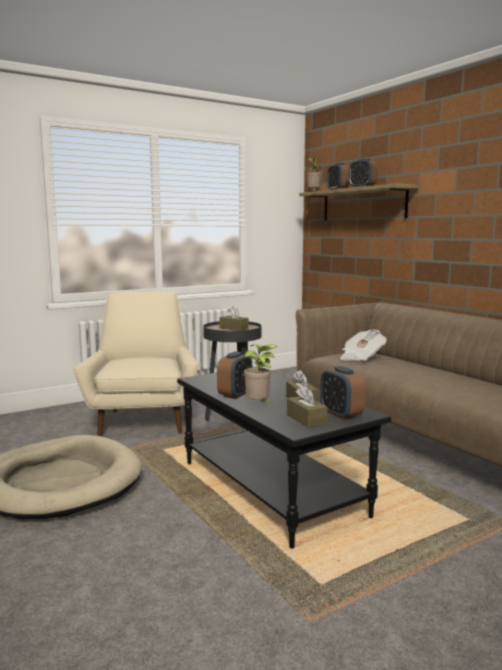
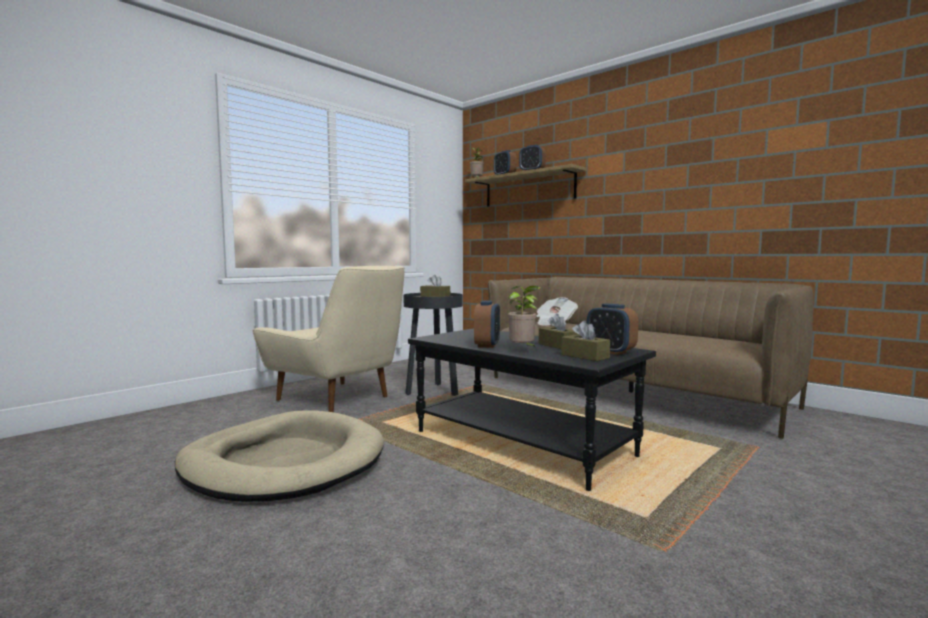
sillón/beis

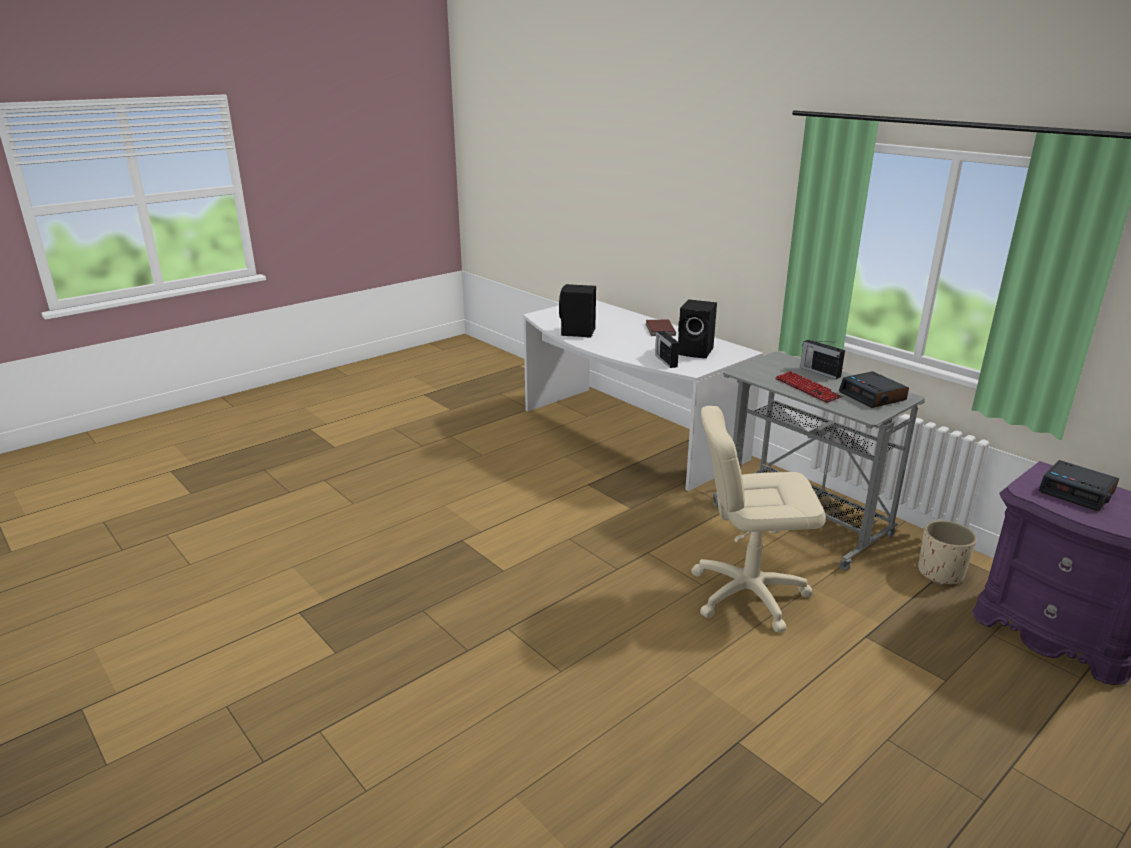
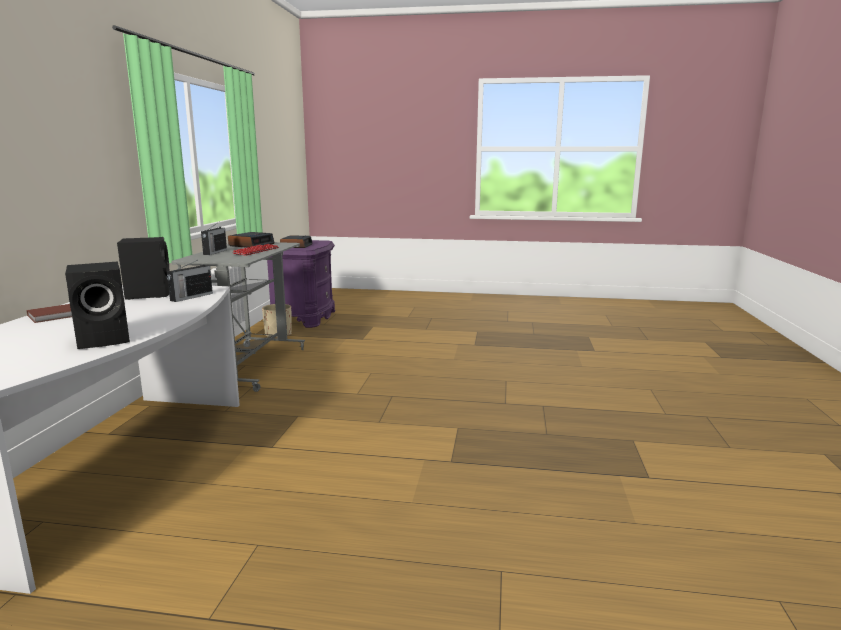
silla de oficina/beis

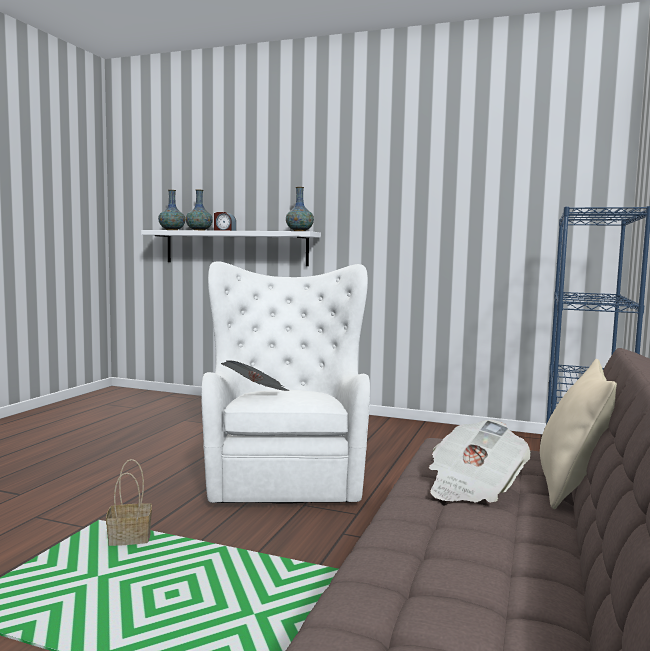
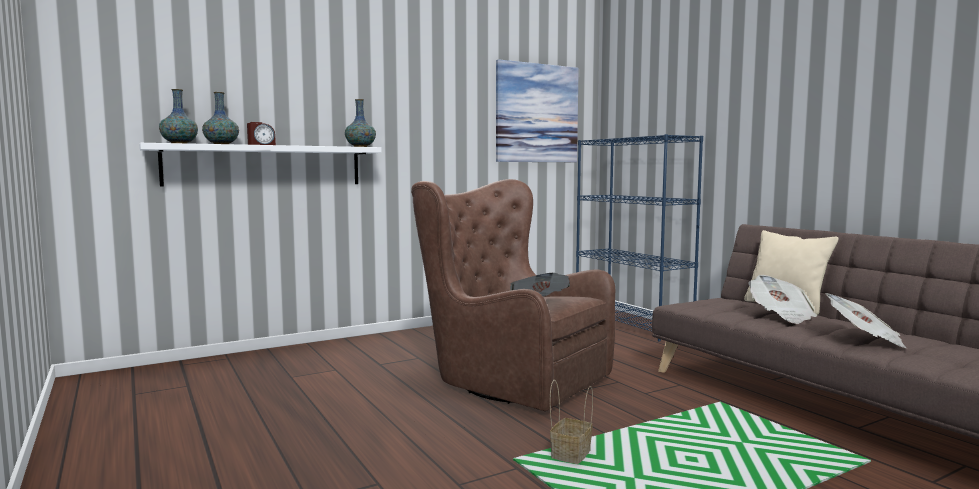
sillón/marrón; cuadro; periódico (3rd from left)

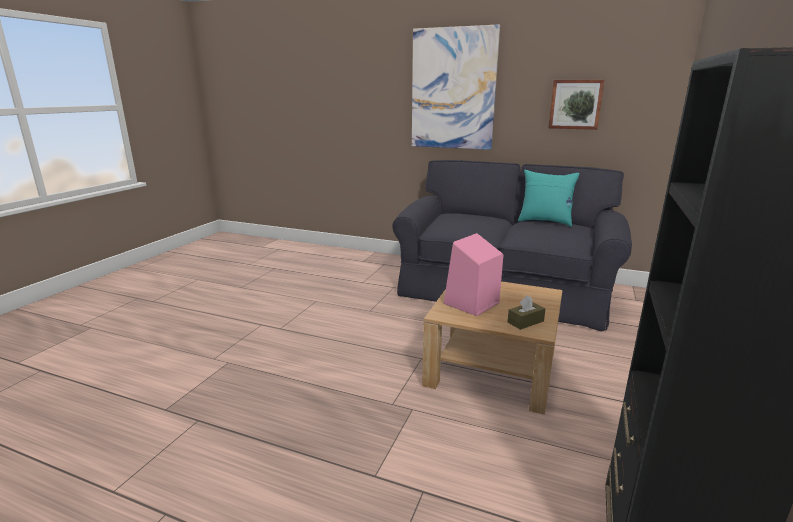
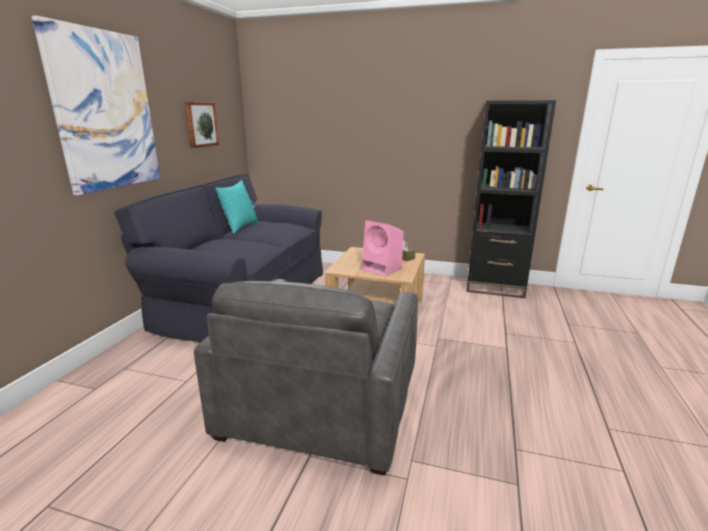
sillón/gris

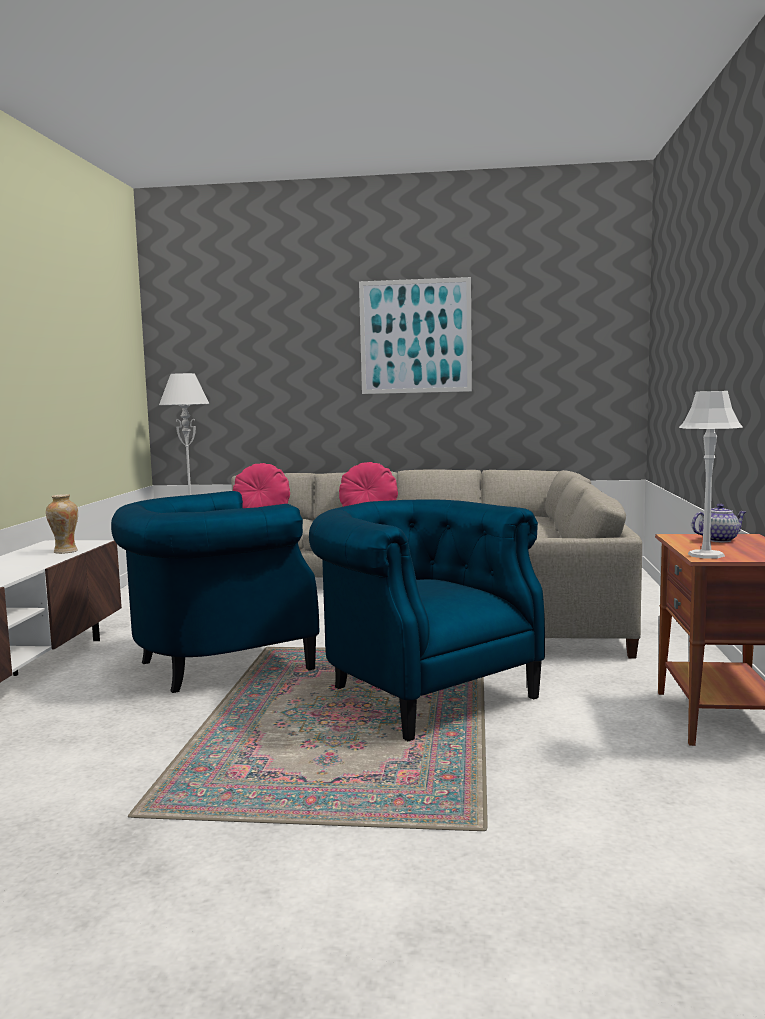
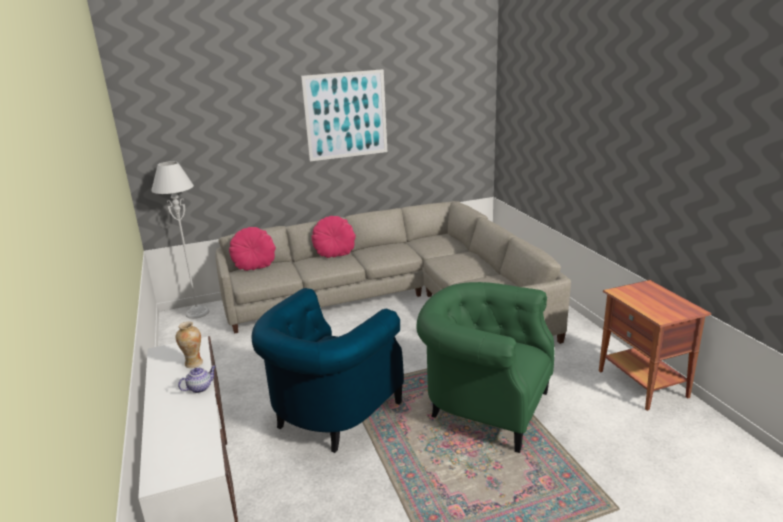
sillón/verde; lámpara de mesa/blanco; tetera

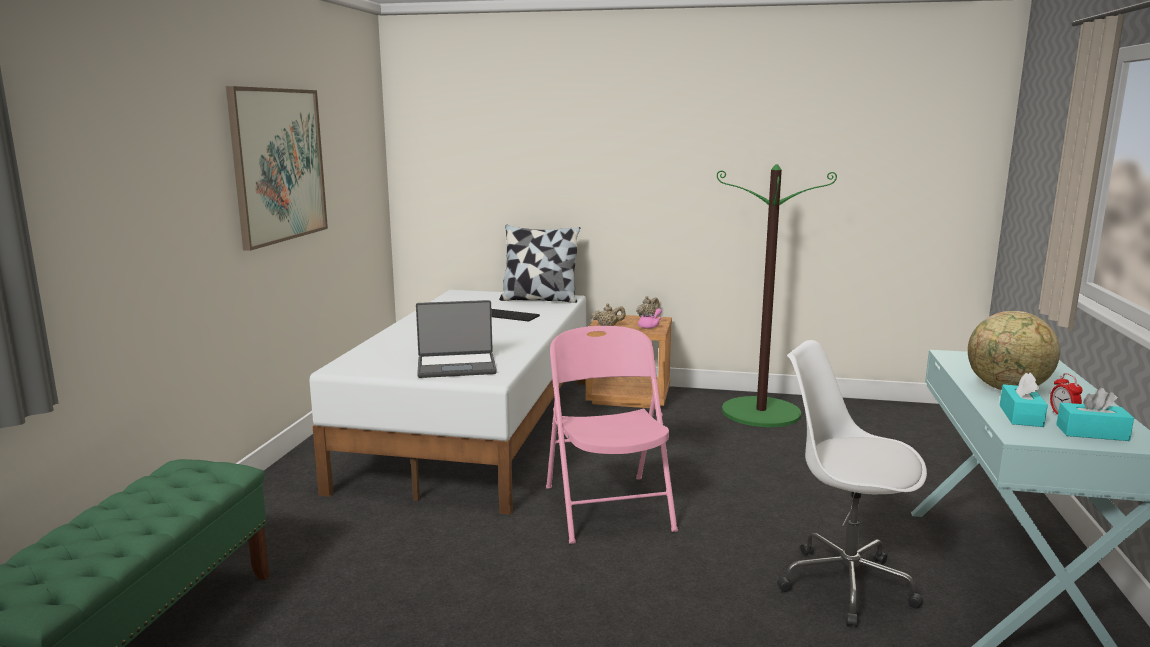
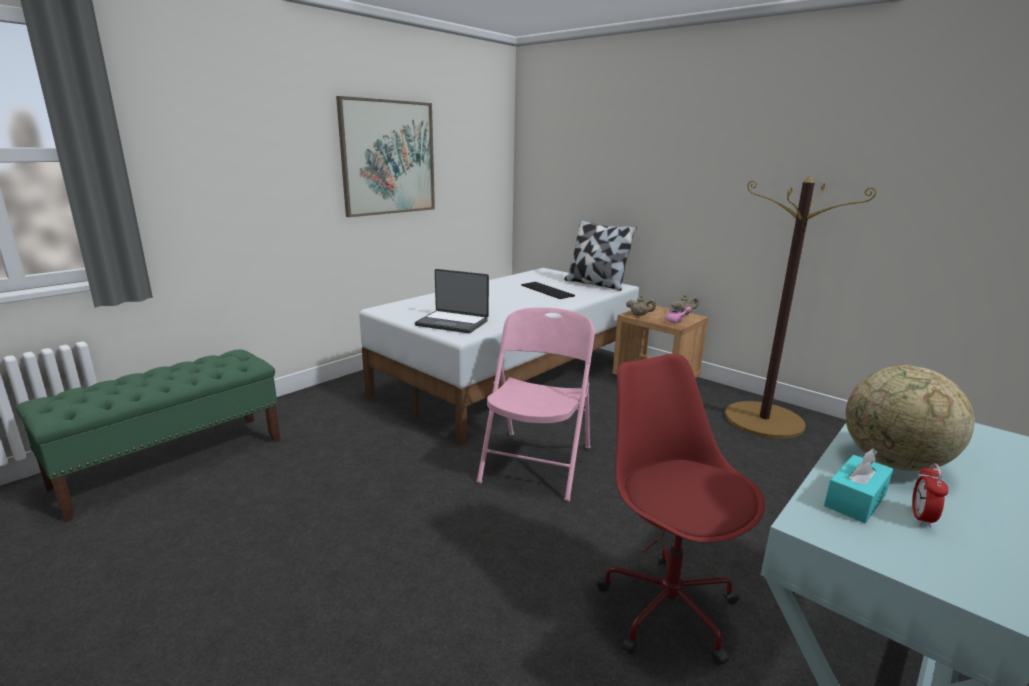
perchero/marrón; silla de oficina/rojo; caja de pañuelos/turquesa (2nd from left in the first image)

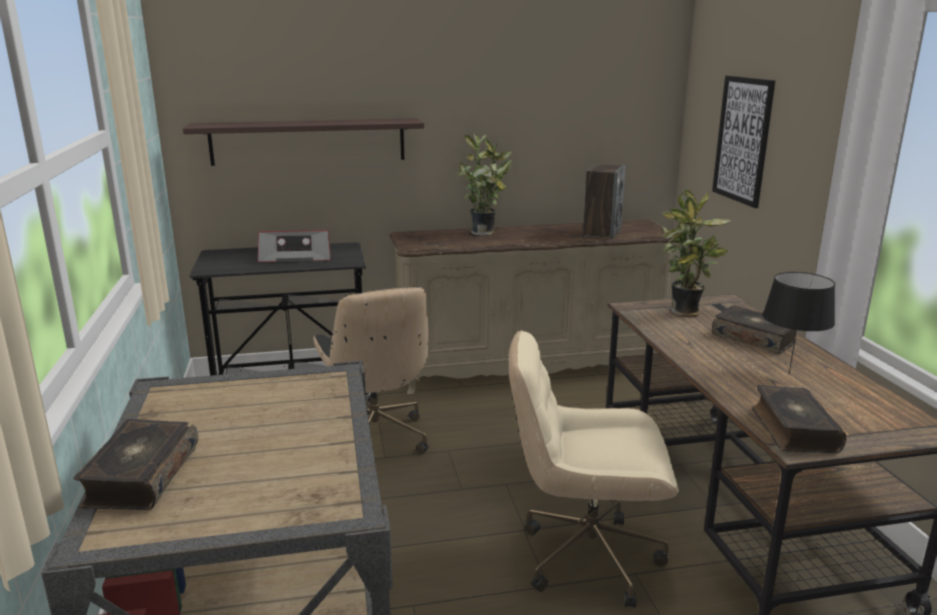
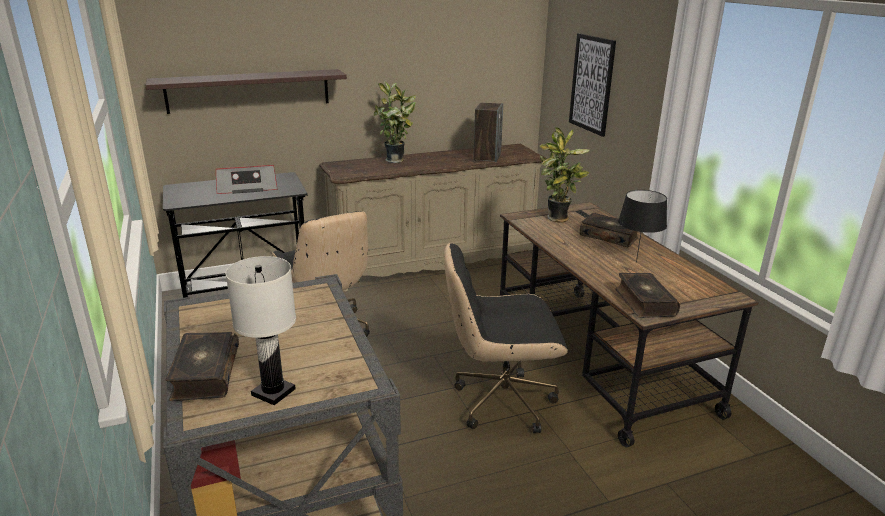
silla de oficina/negro (2nd from left); lámpara de mesa/blanco

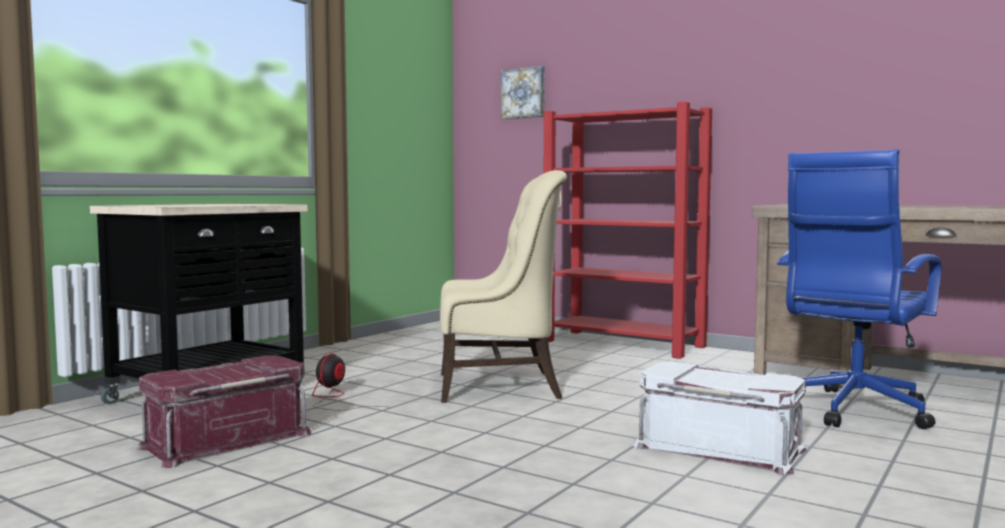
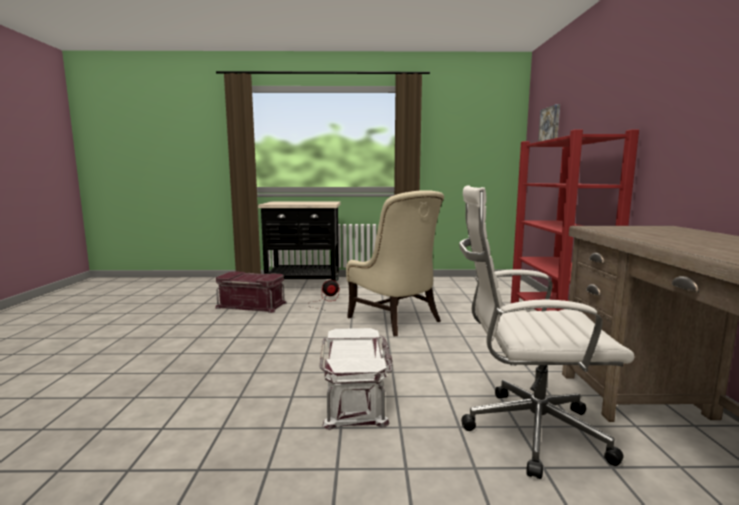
silla de oficina/blanco

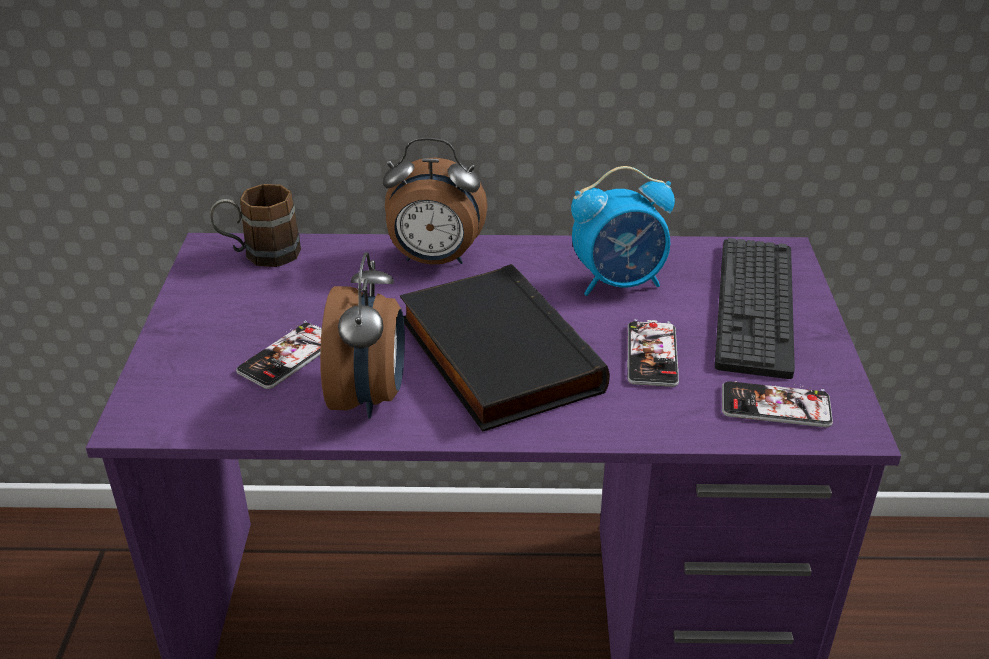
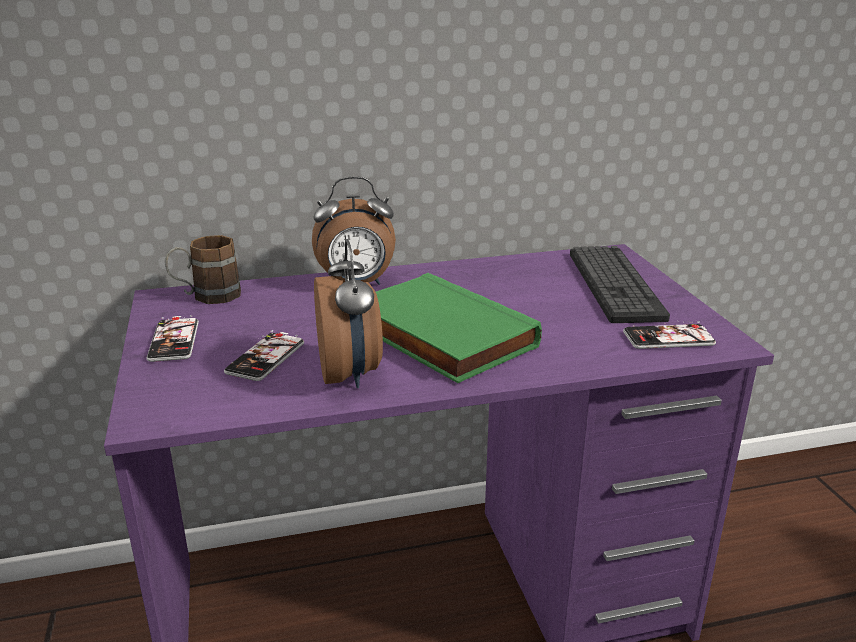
libro/verde; despertador (3rd from left in the first image); móvil (1st from left)

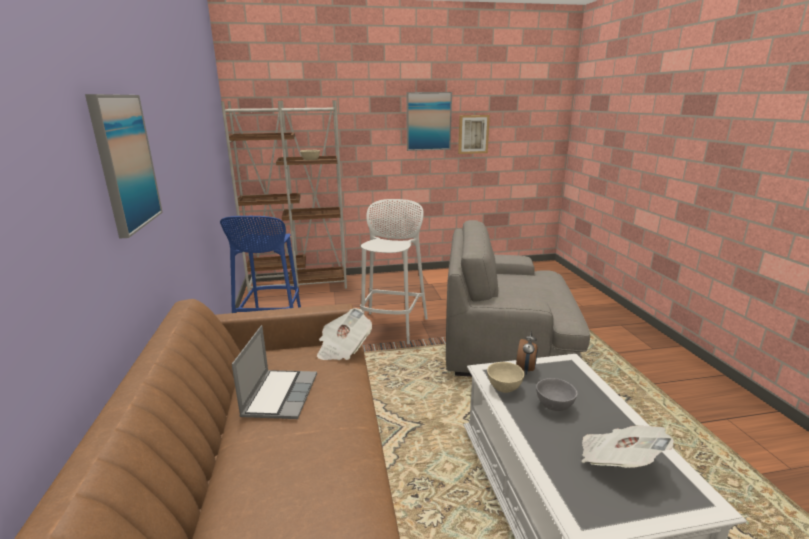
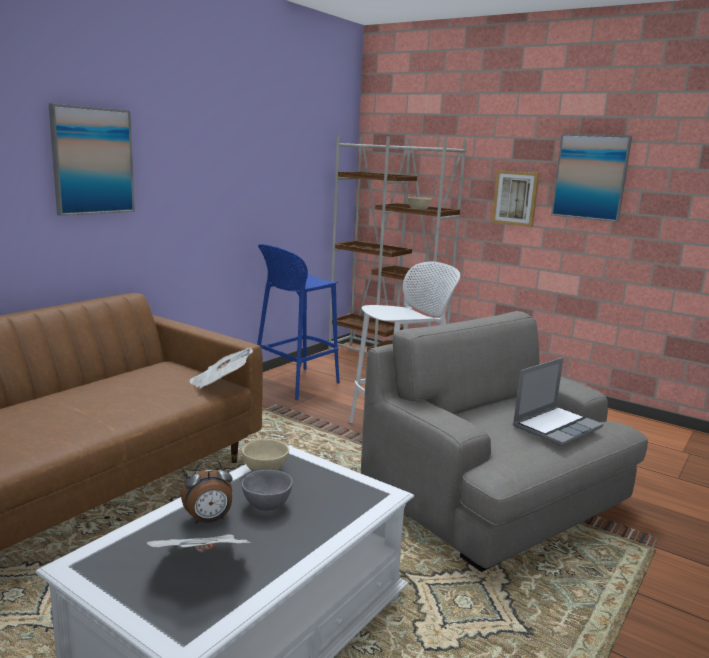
portátil; cuadro (2nd from left); despertador

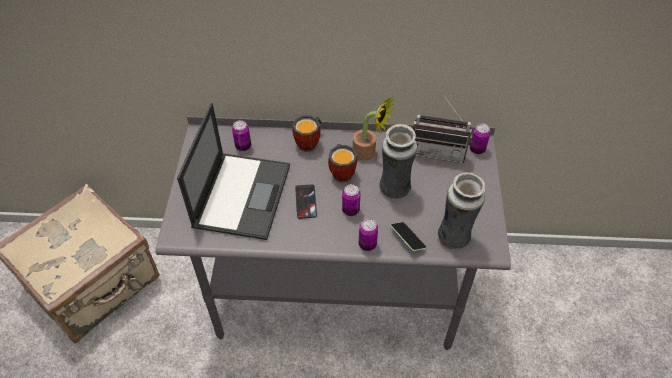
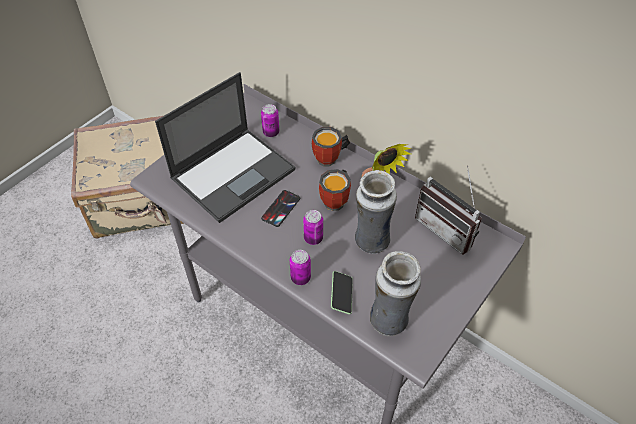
lata (4th from left in the first image)

